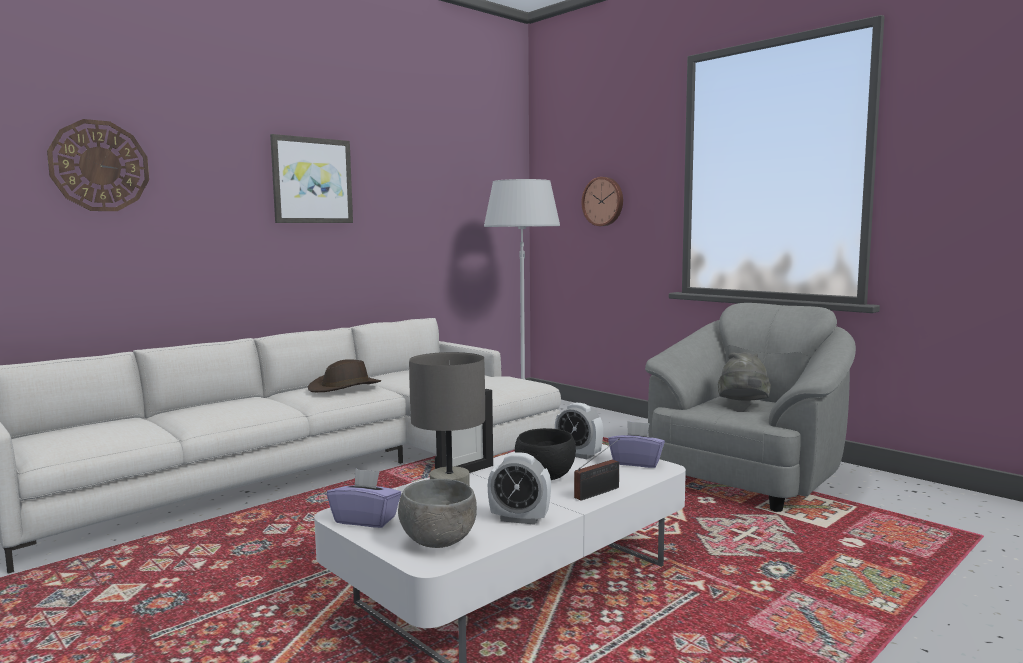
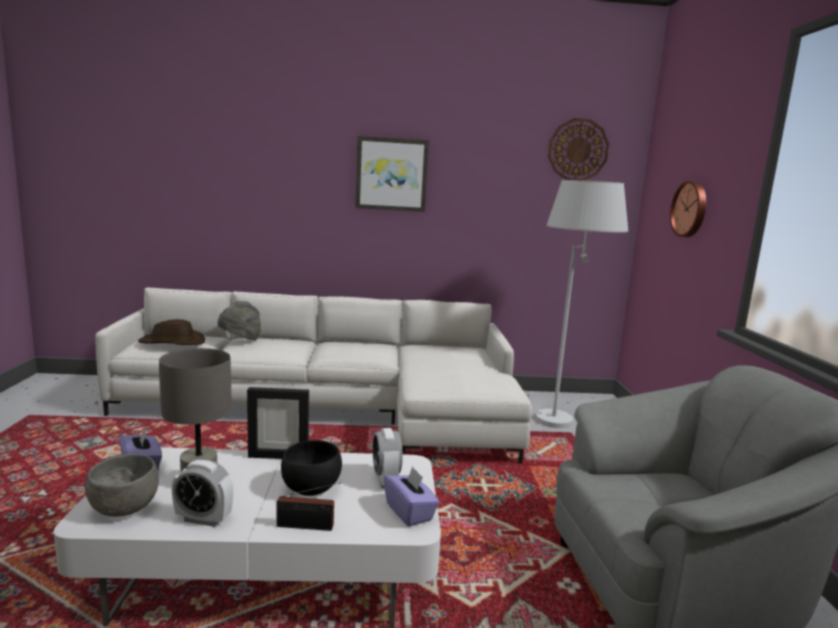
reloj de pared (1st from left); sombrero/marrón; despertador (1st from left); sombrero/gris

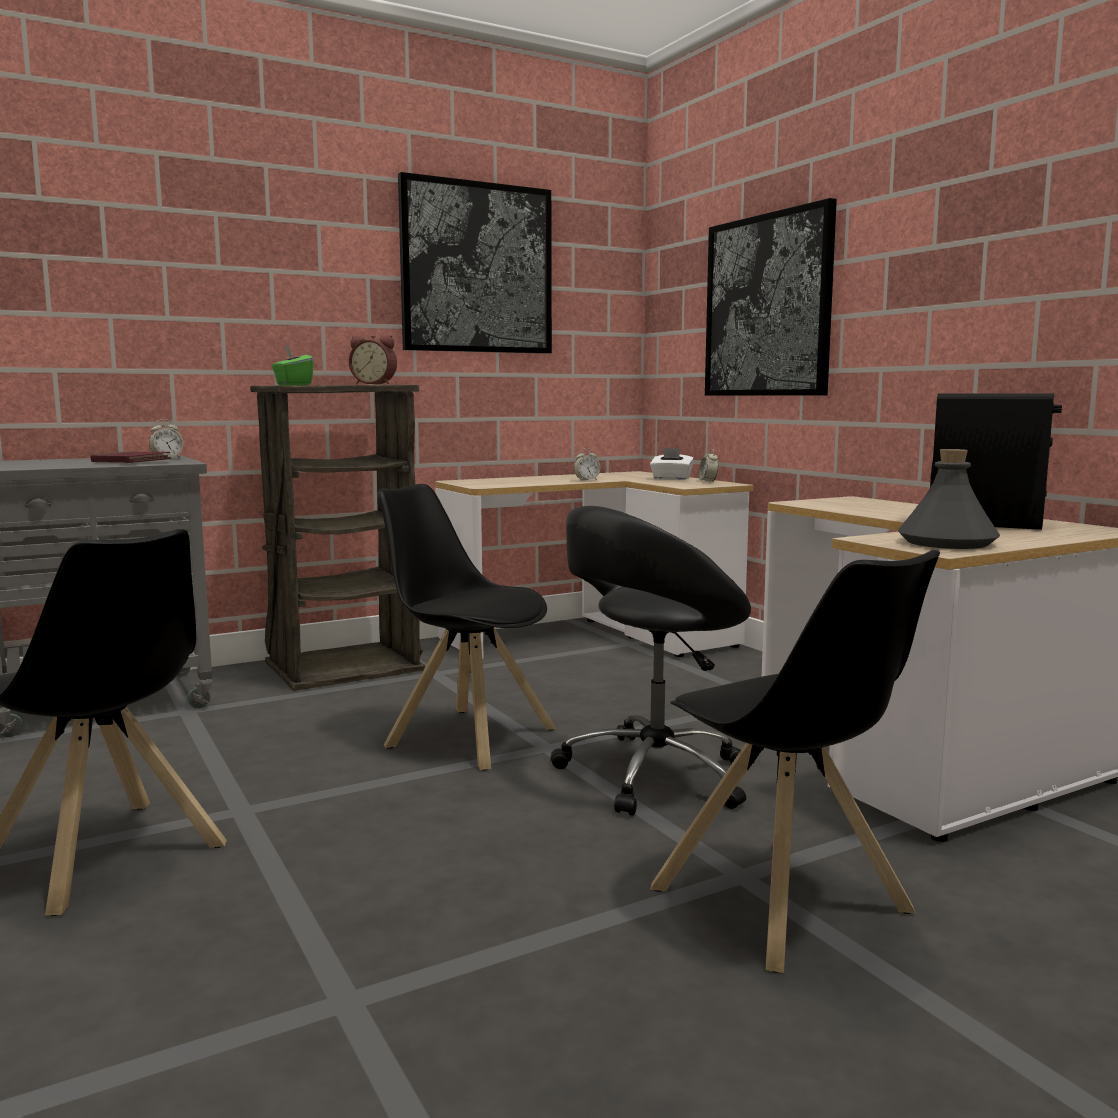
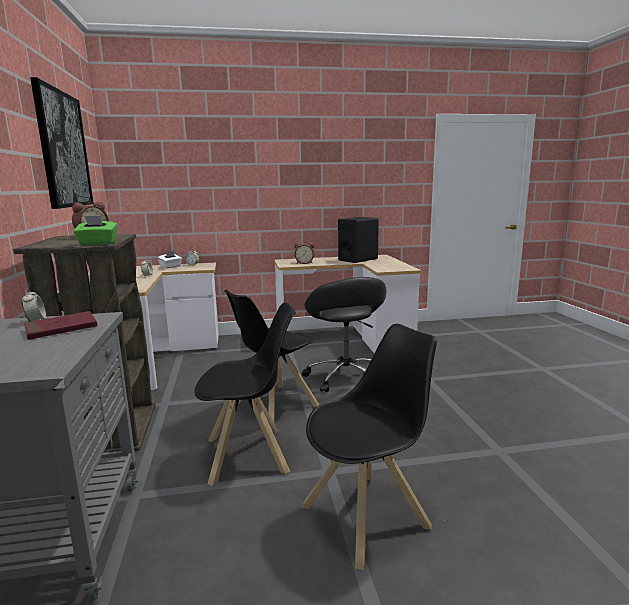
silla/negro (1st from left); cuadro (2nd from left in the first image); botella/gris; despertador (5th from left)

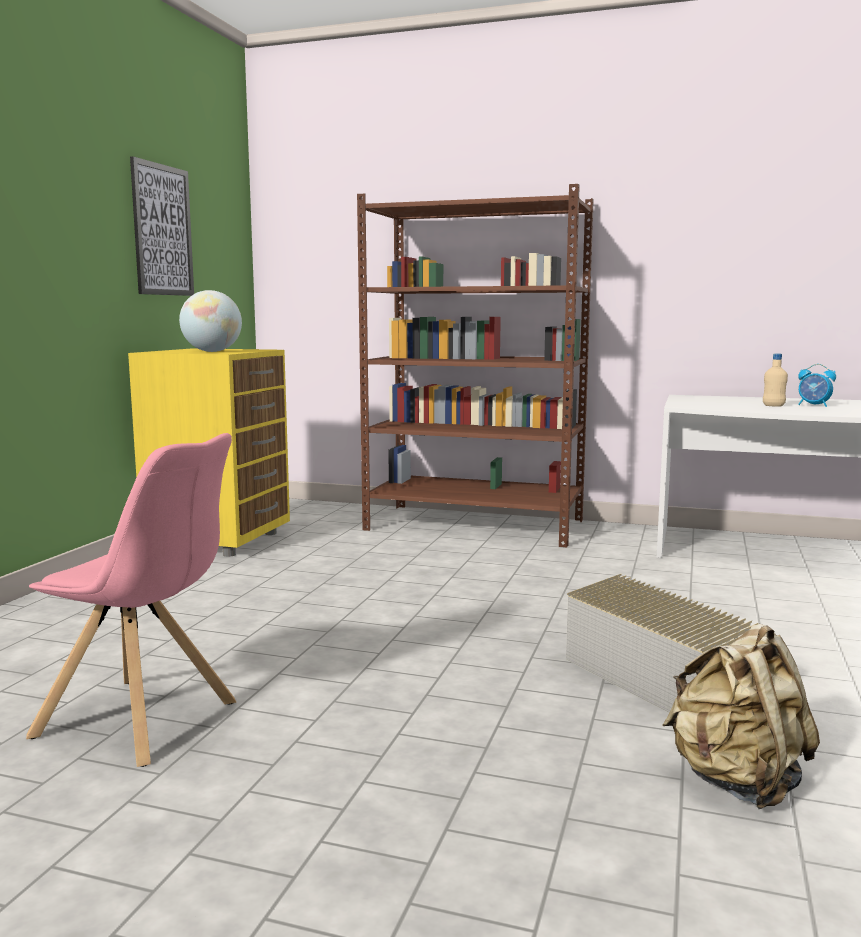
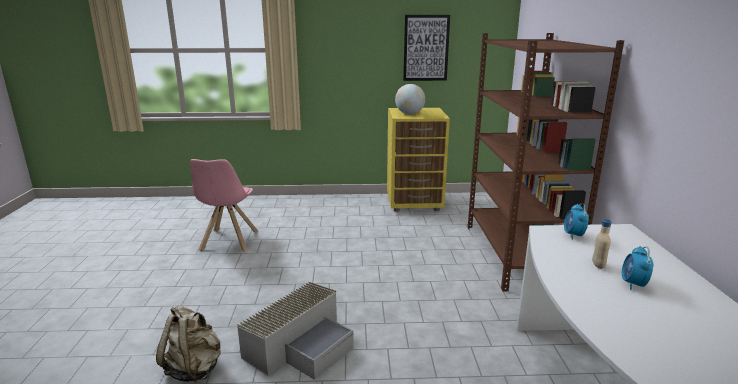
despertador (1st from left)

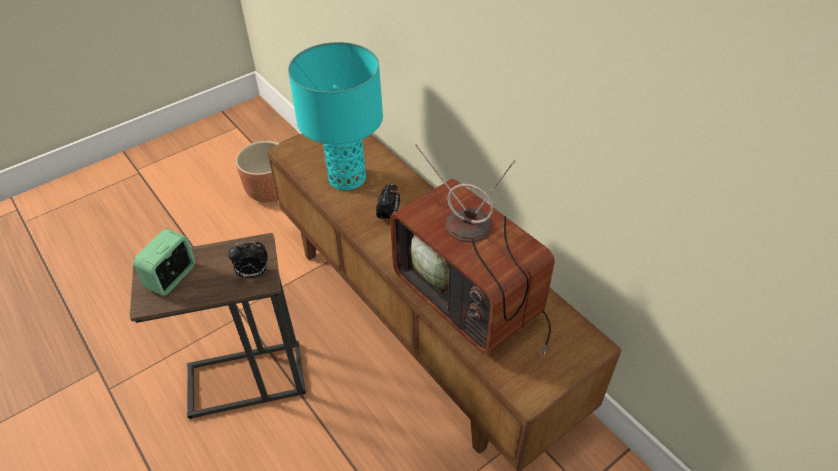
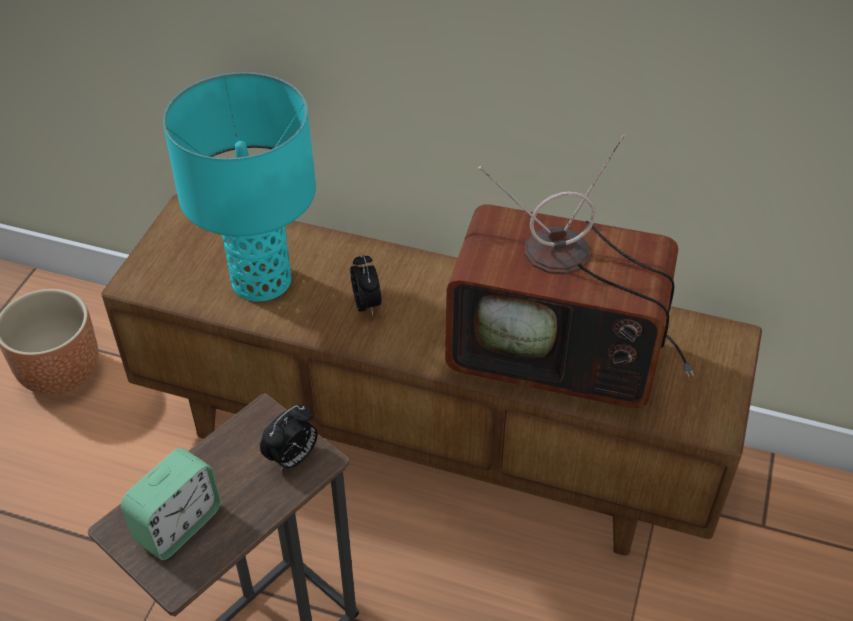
despertador (1st from left)

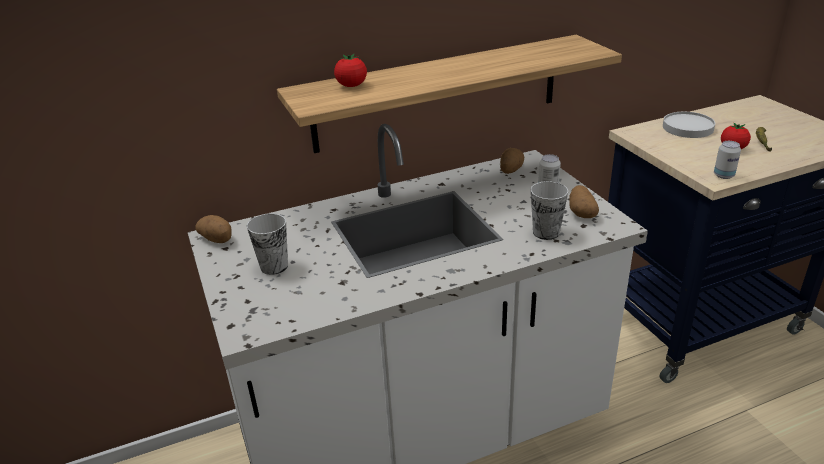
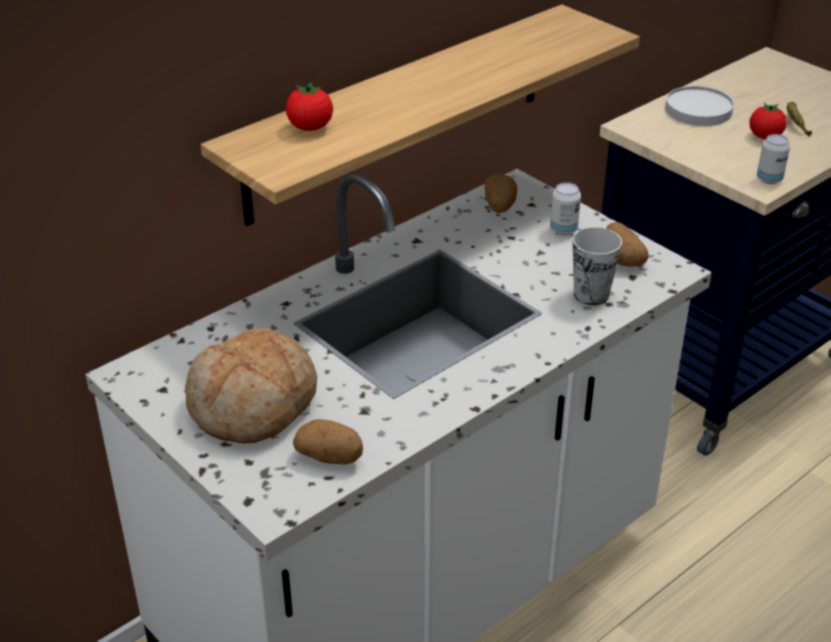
patata (1st from left); pan

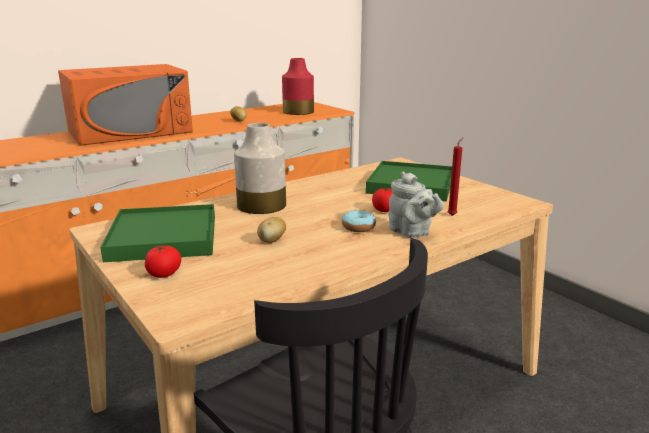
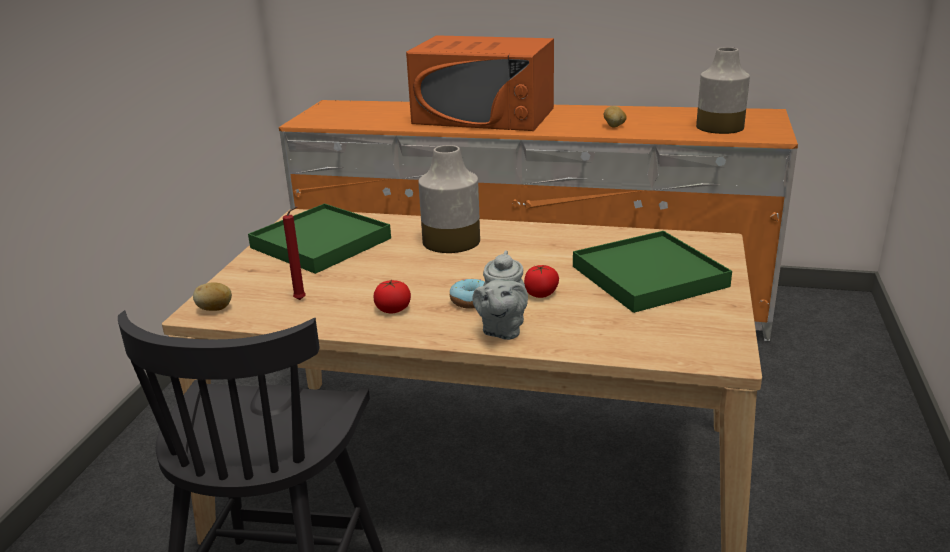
tomate (1st from left); patata (1st from left); florero/beis (2nd from left); vela/rojo

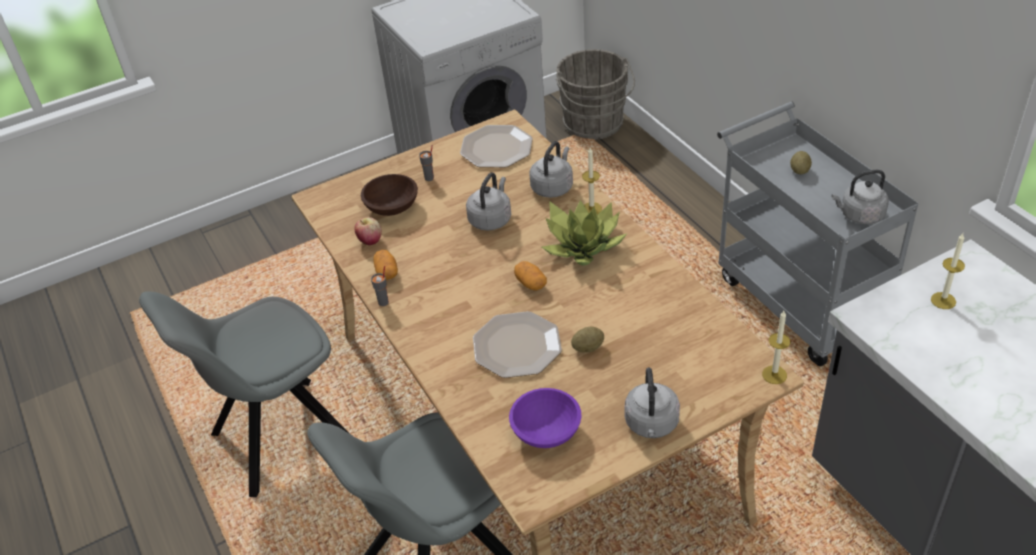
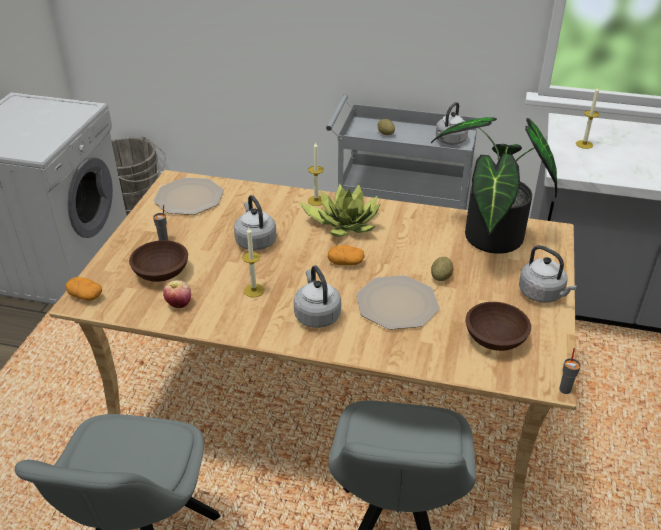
taza/gris (2nd from left); patata (1st from left); cuenco/marrón (2nd from left); hervidor/gris (2nd from left); vela (1st from left); planta en maceta (2nd from left)

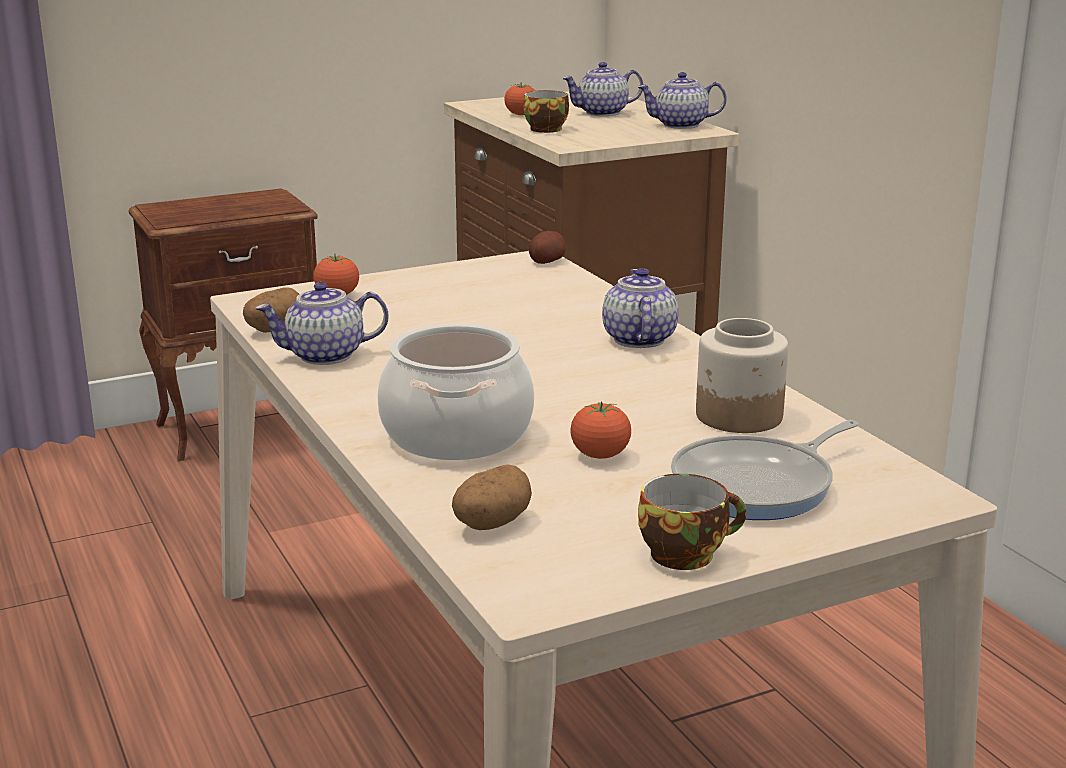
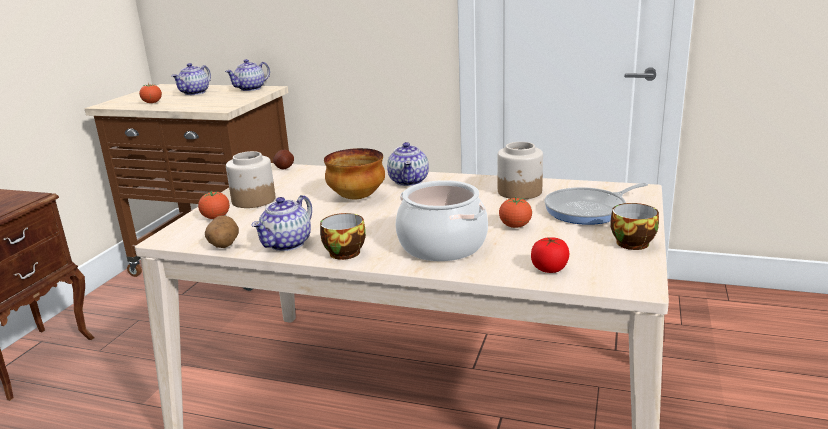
tomate (4th from left); taza (1st from left); tetera (4th from left); sartén; tarro (1st from left); cuenco

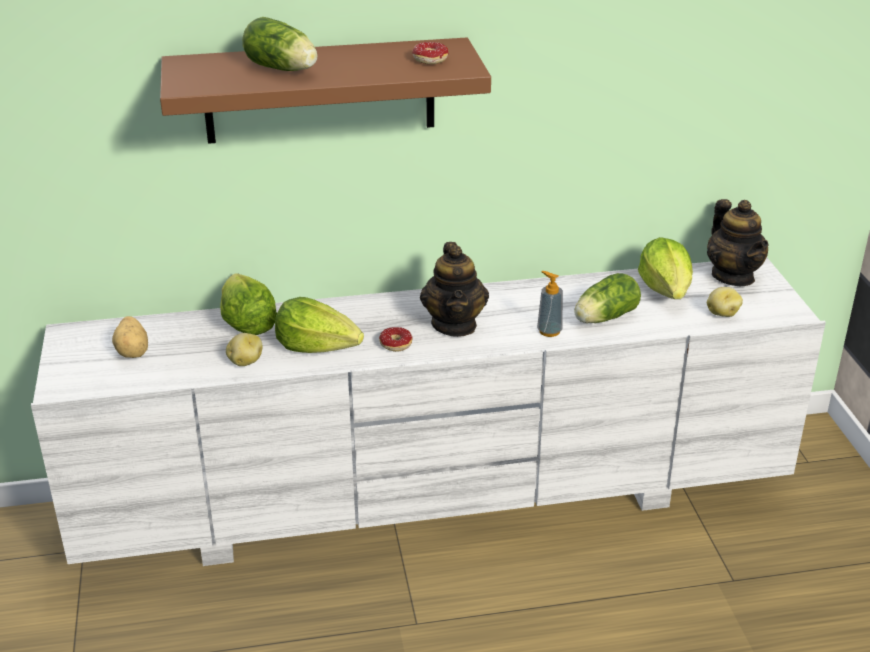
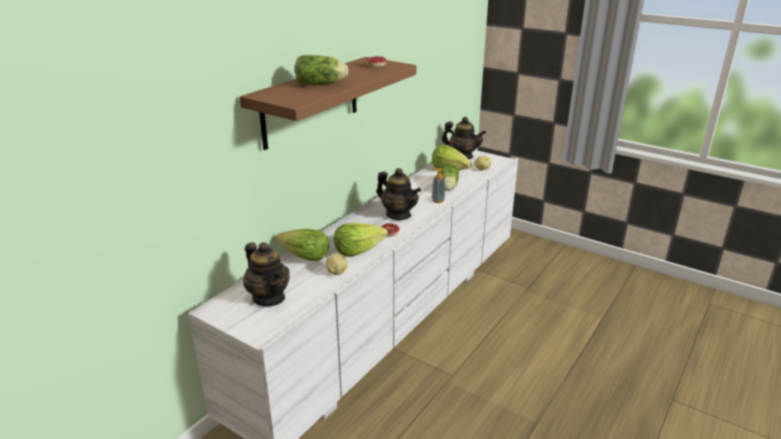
tetera (1st from left)

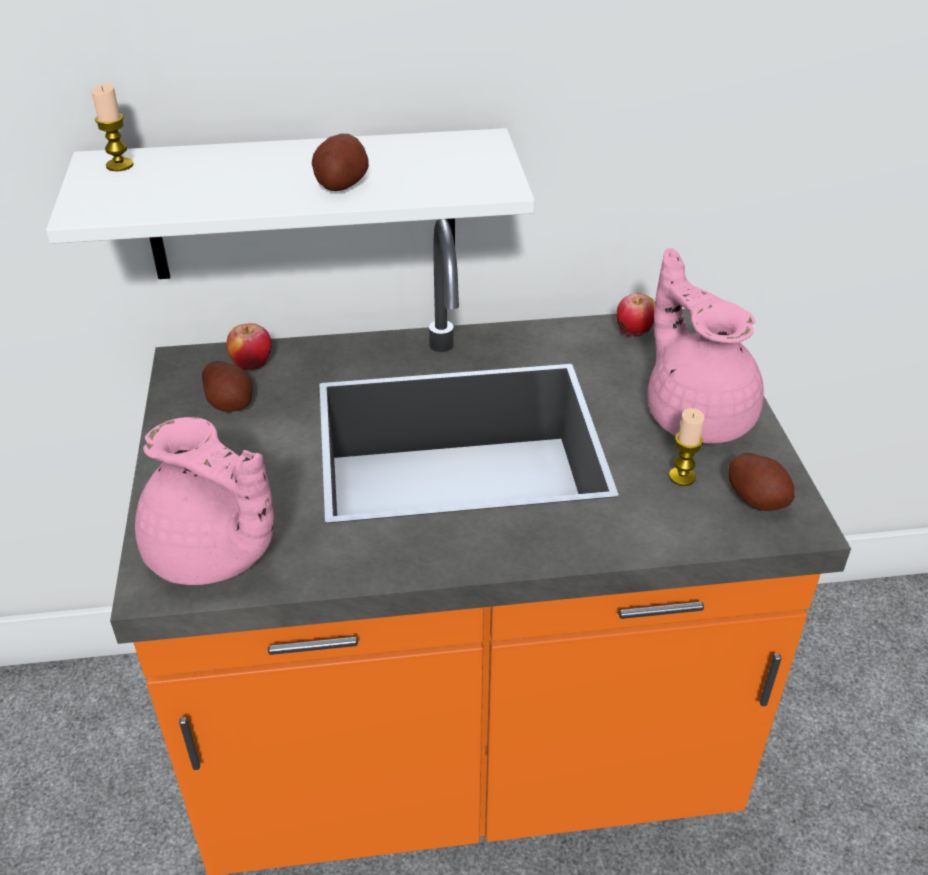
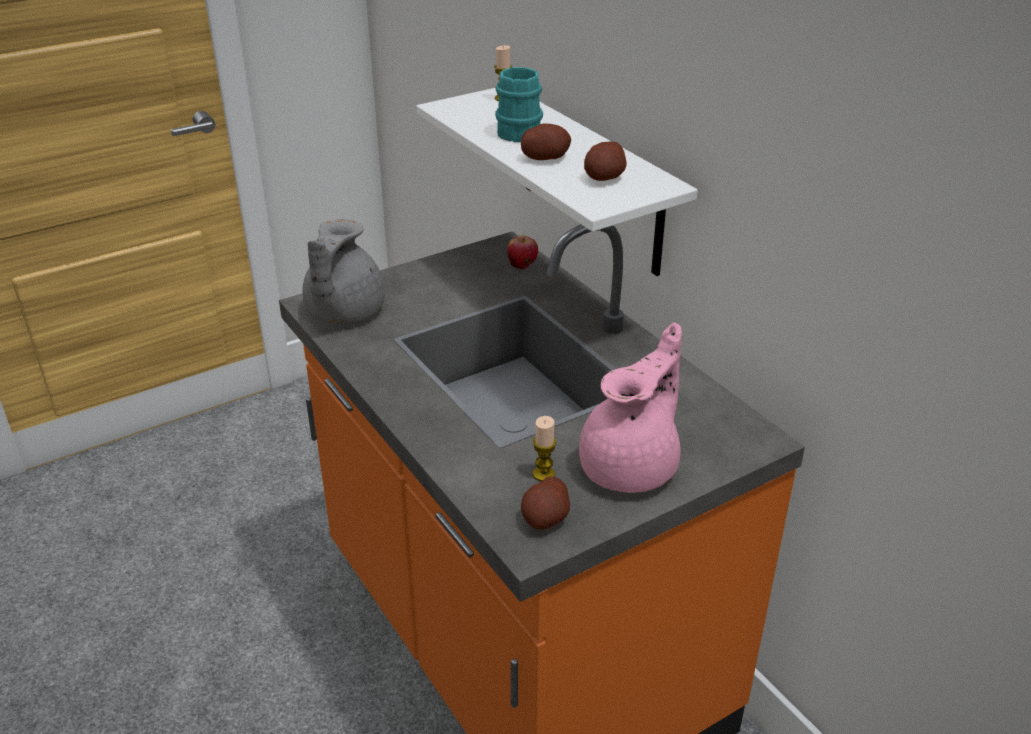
tetera/gris; patata (3rd from left); manzana (2nd from left in the first image); taza grande/turquesa

